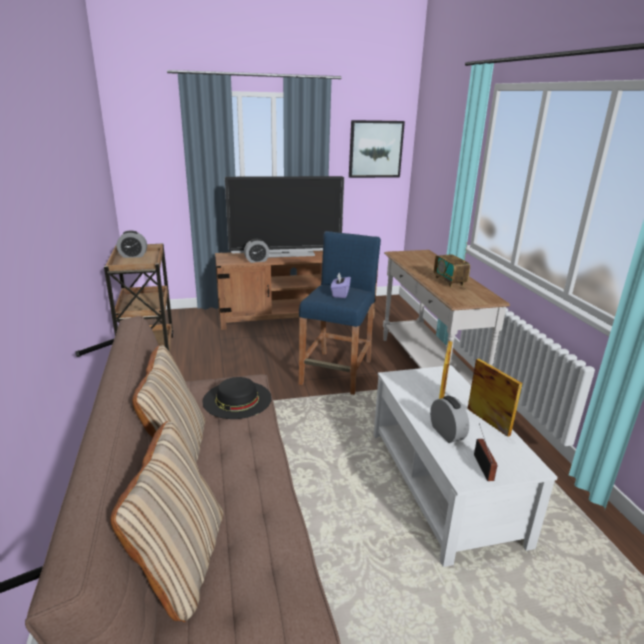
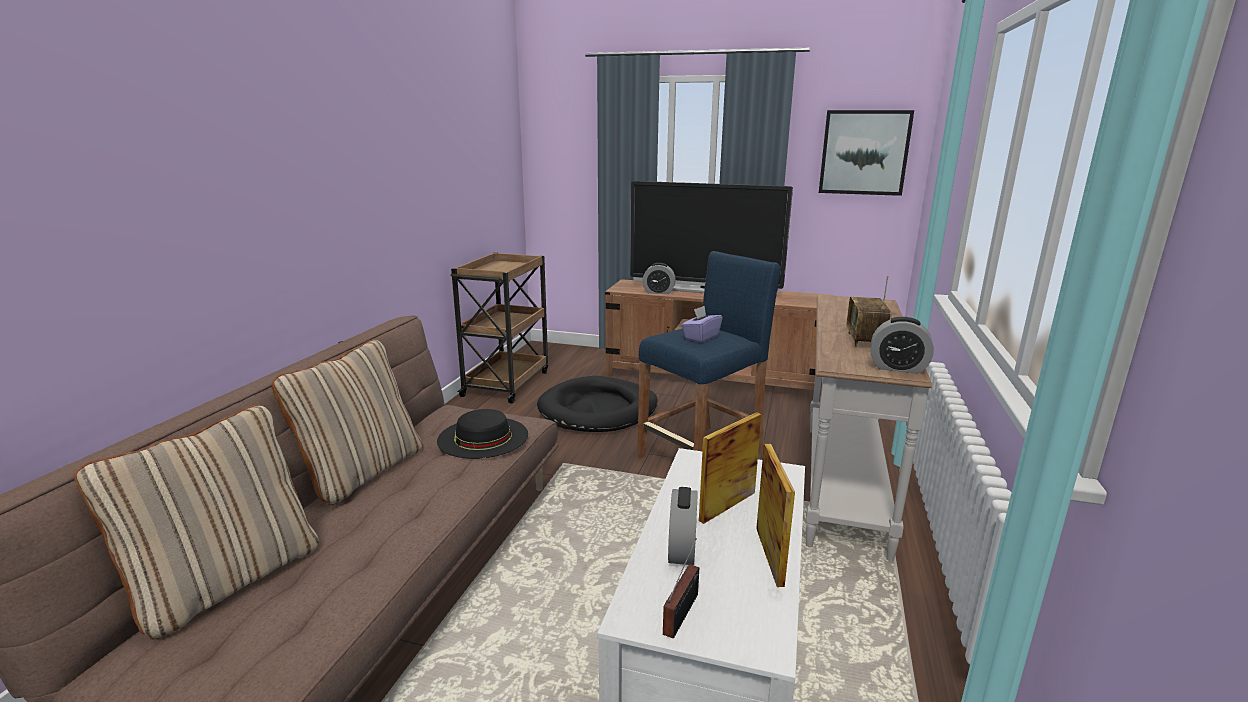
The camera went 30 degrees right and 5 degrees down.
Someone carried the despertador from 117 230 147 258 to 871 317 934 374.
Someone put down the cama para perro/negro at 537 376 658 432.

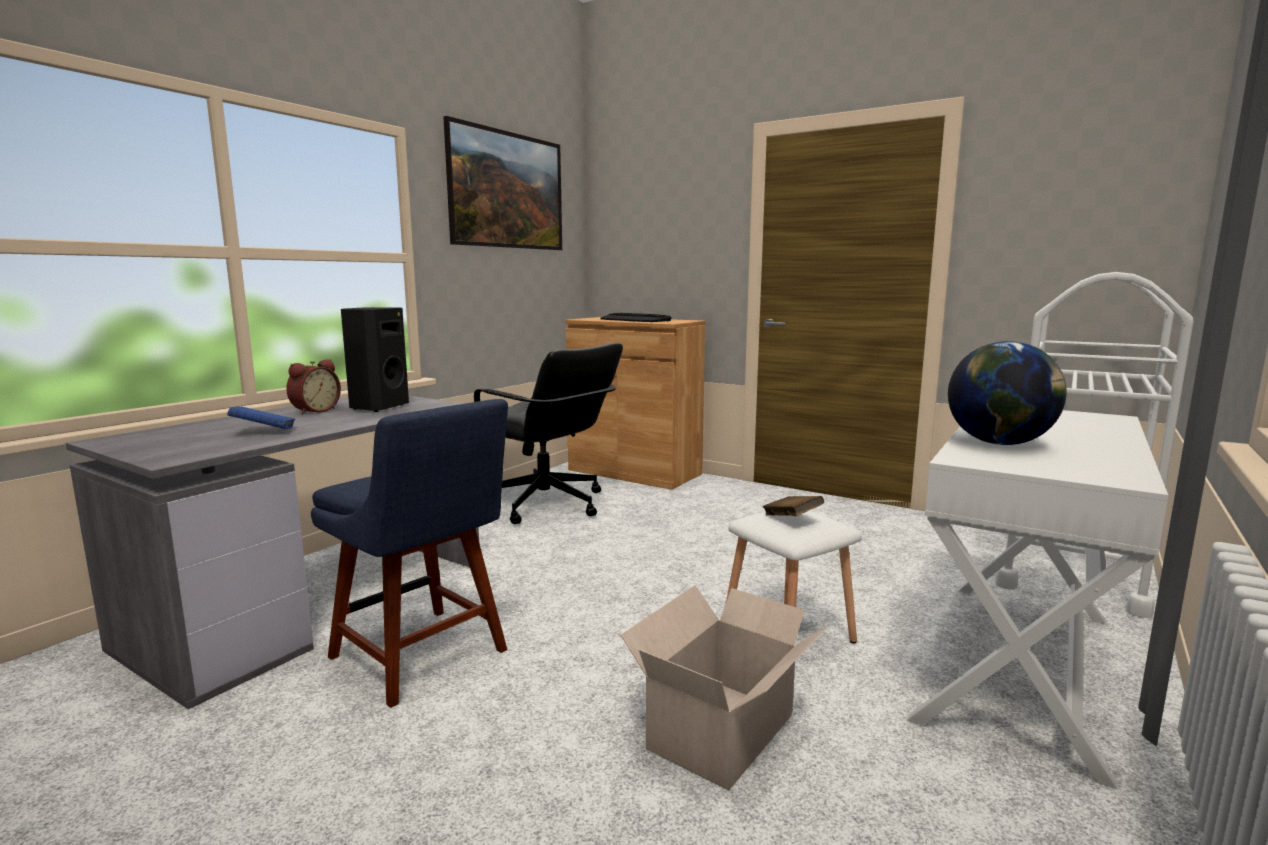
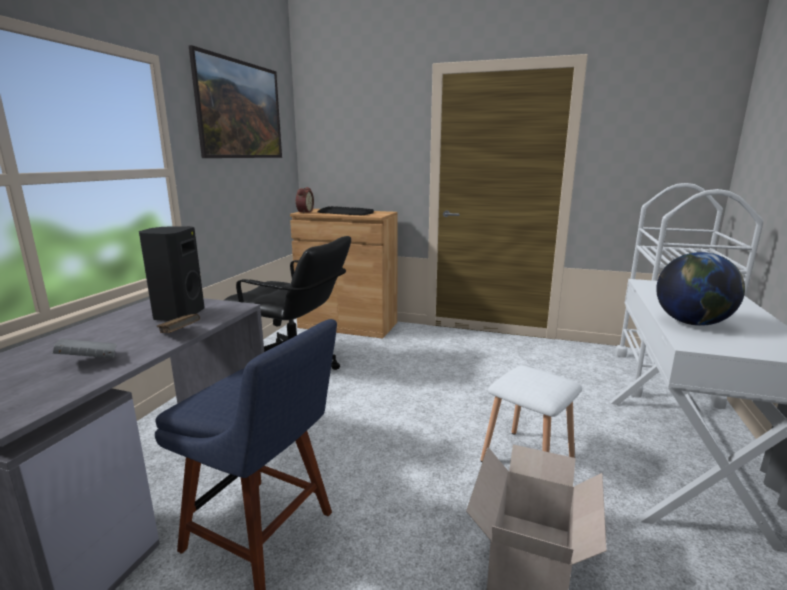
The camera went 15 degrees left and 5 degrees up.
Someone carried the despertador from 286 359 341 415 to 295 187 314 213.
Someone repainted the libro/azul at 227 407 295 429, which became the libro/gris at 53 339 117 358.
Someone carried the libro/marrón from 763 496 824 516 to 157 314 200 333.

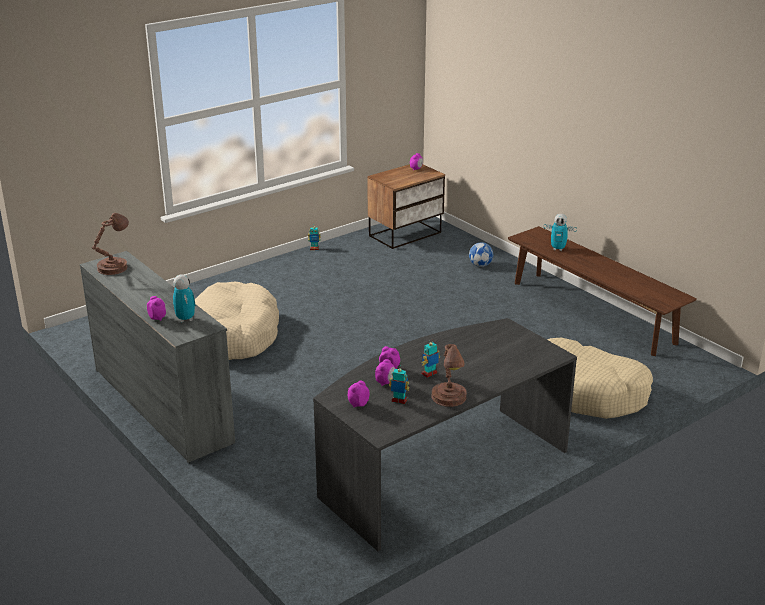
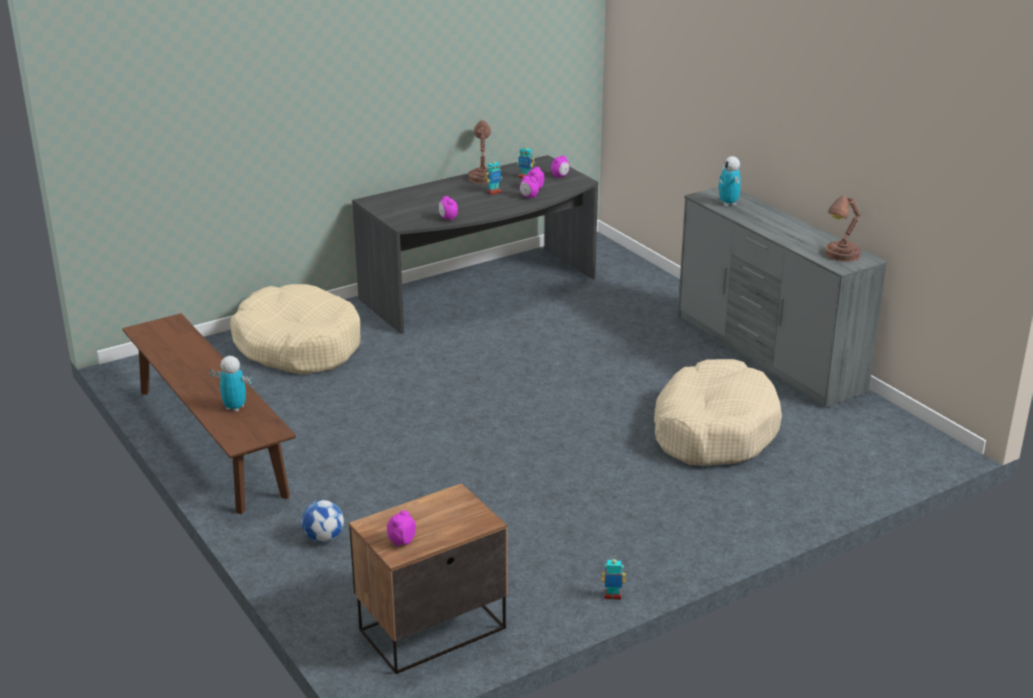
The camera went 175 degrees left and 0 degrees up.
Someone carried the despertador from 147 296 166 321 to 439 196 458 221.

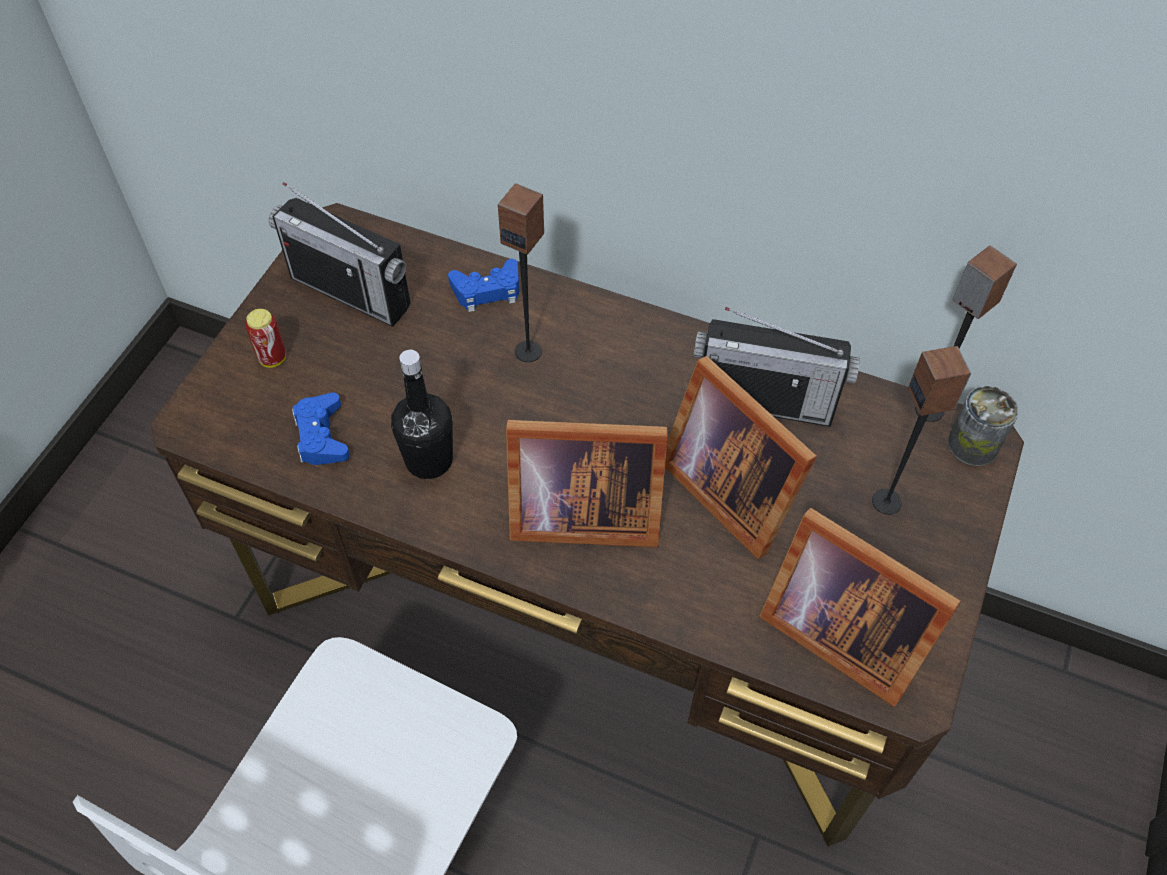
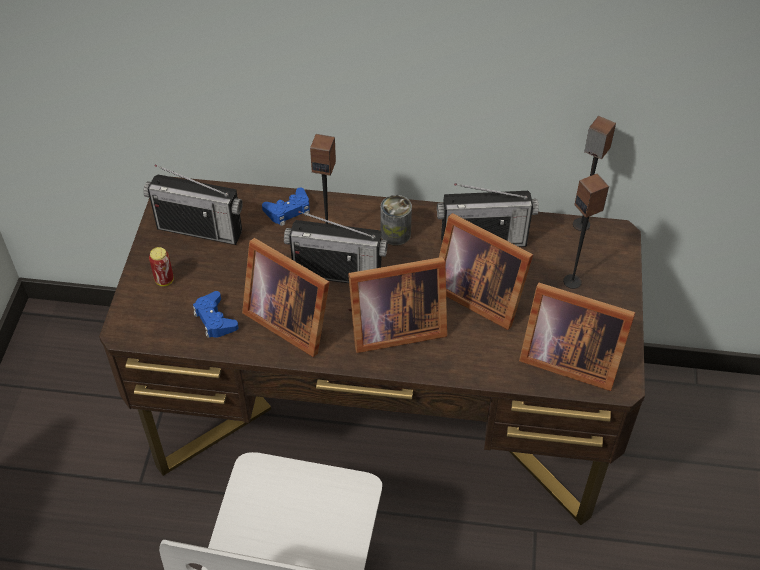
The camera went 15 degrees left and 5 degrees down.
Someone swapped the botella/negro at 391 350 453 479 for the portarretratos at 242 238 330 357.
Someone carried the lata from 948 386 1019 466 to 381 195 412 246.
Someone put down the radio at 284 211 388 283.

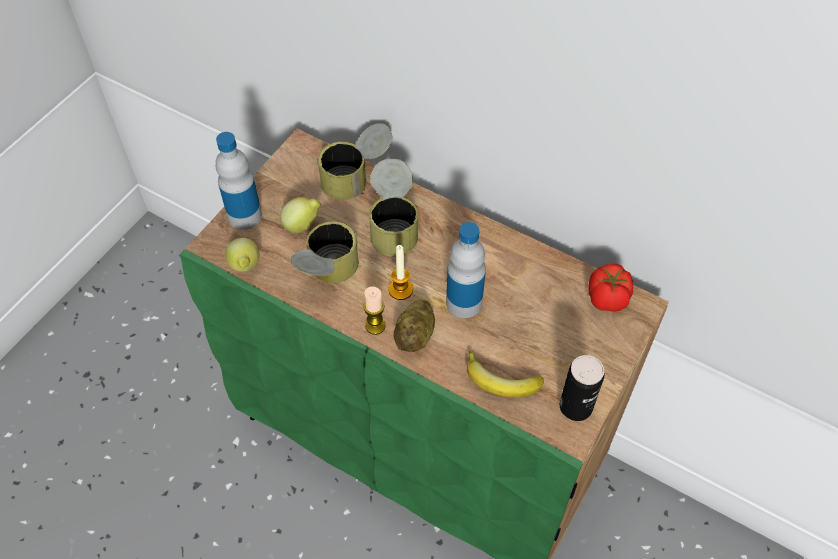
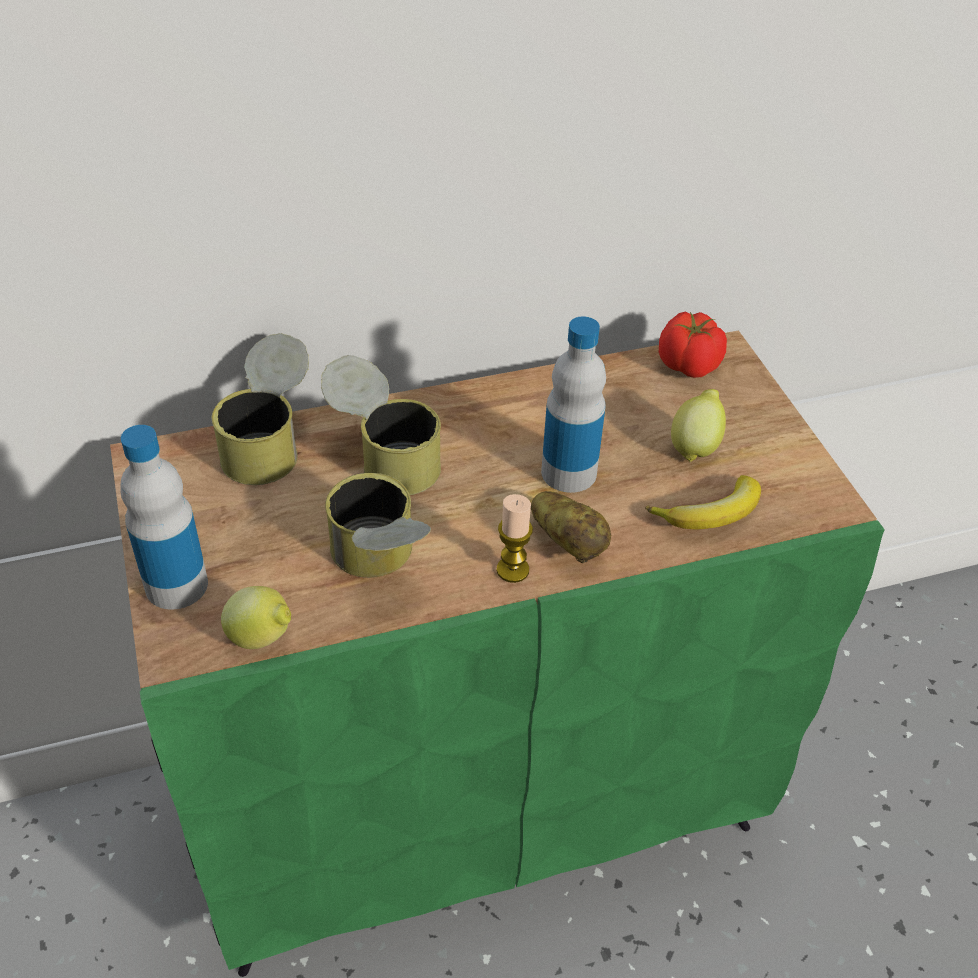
The camera went 50 degrees left and 10 degrees down.
Someone carried the limón from 280 197 321 233 to 671 389 726 462.
Someone took away the vela at 389 245 413 300.
Someone took away the lata at 560 355 604 421.

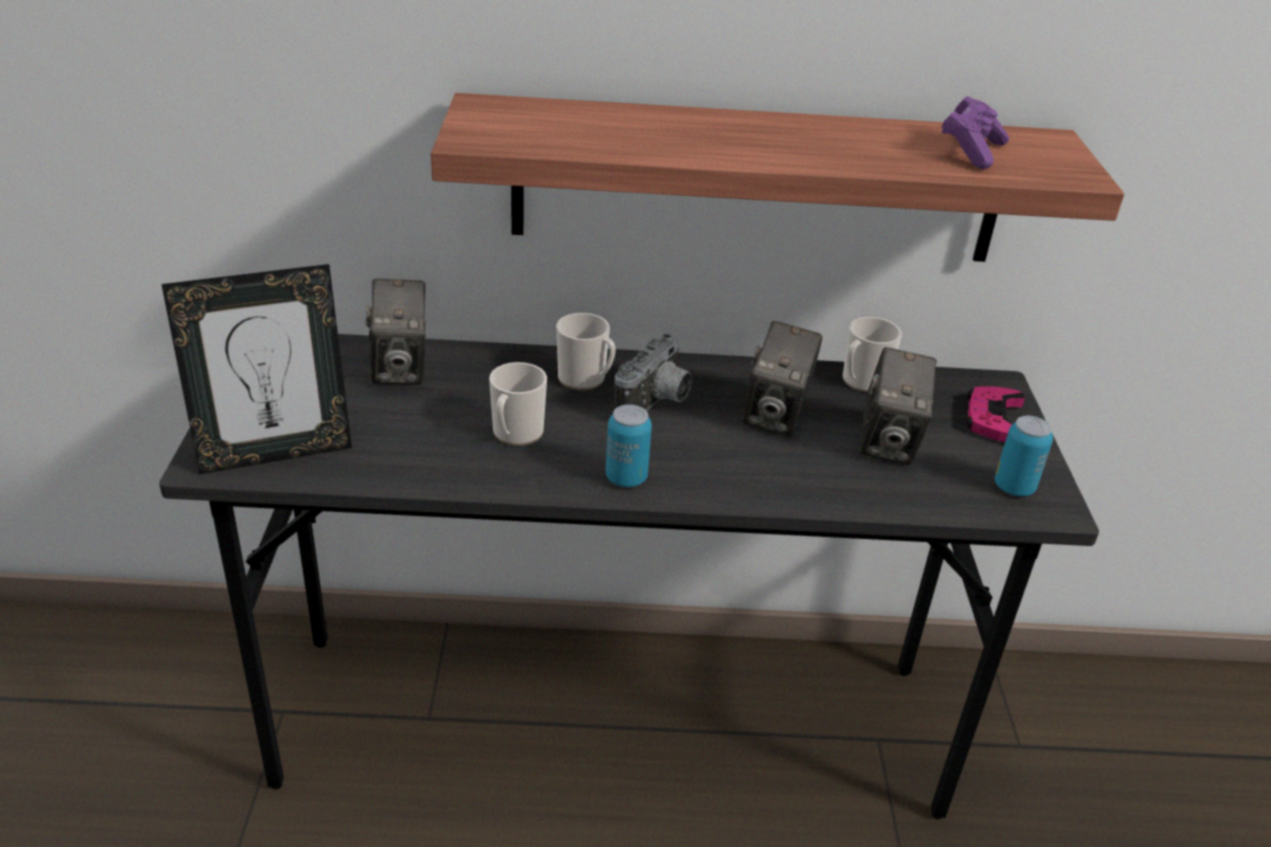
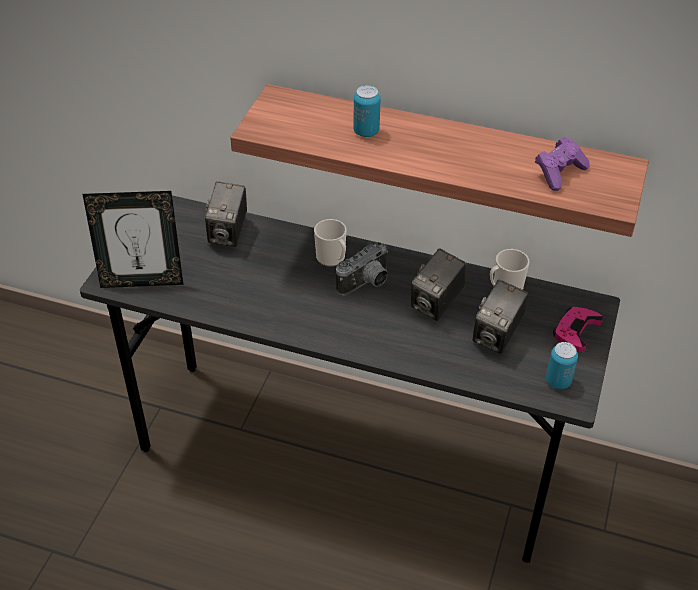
The camera went 20 degrees right and 10 degrees up.
Someone took away the taza grande at 489 362 547 446.
Someone carried the lata from 605 404 652 487 to 353 85 380 137.

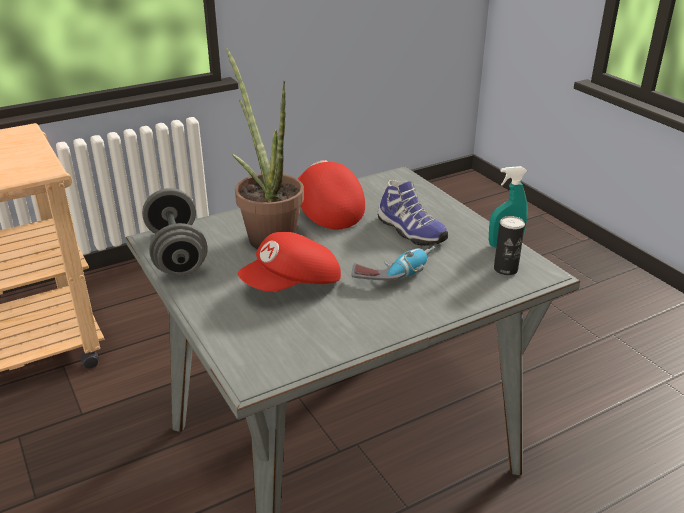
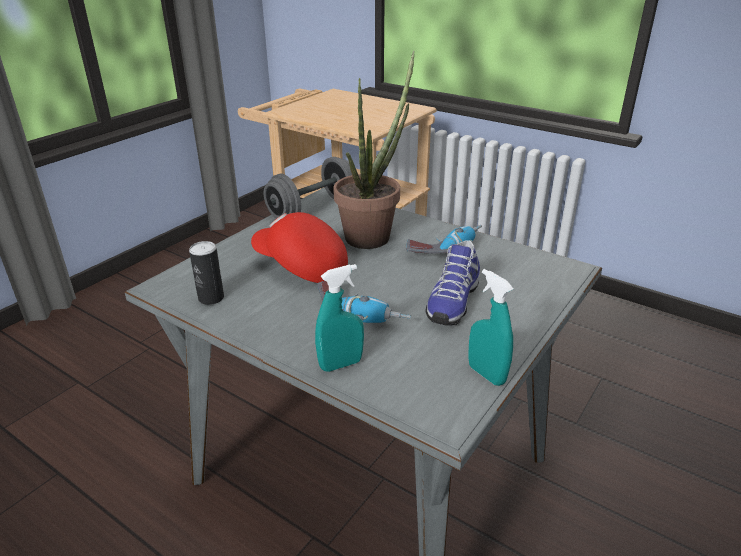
The camera went 65 degrees right and 0 degrees up.
Someone swapped the gorra/rojo at 298 160 365 229 for the taladro at 406 225 482 254.
Someone carried the lata from 494 216 525 275 to 189 241 224 305.
Someone put down the pulverizador/turquesa at 315 264 364 372.

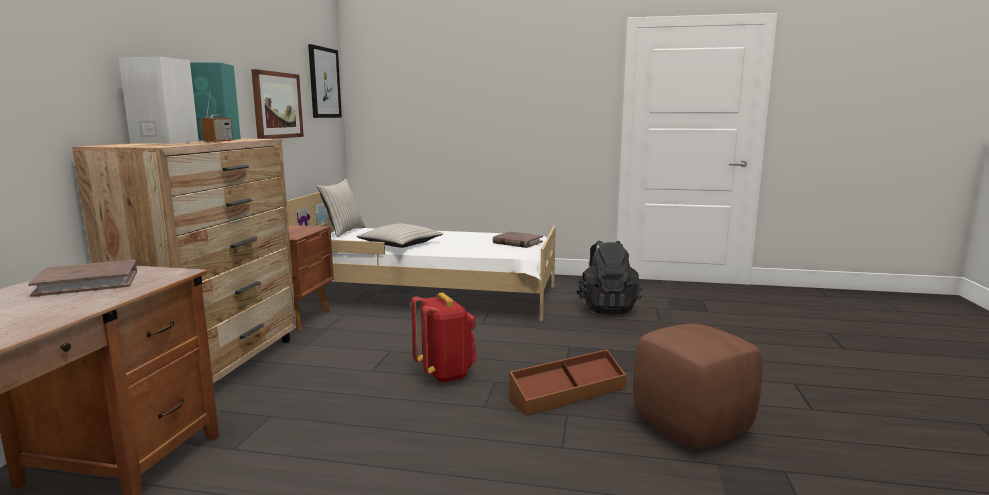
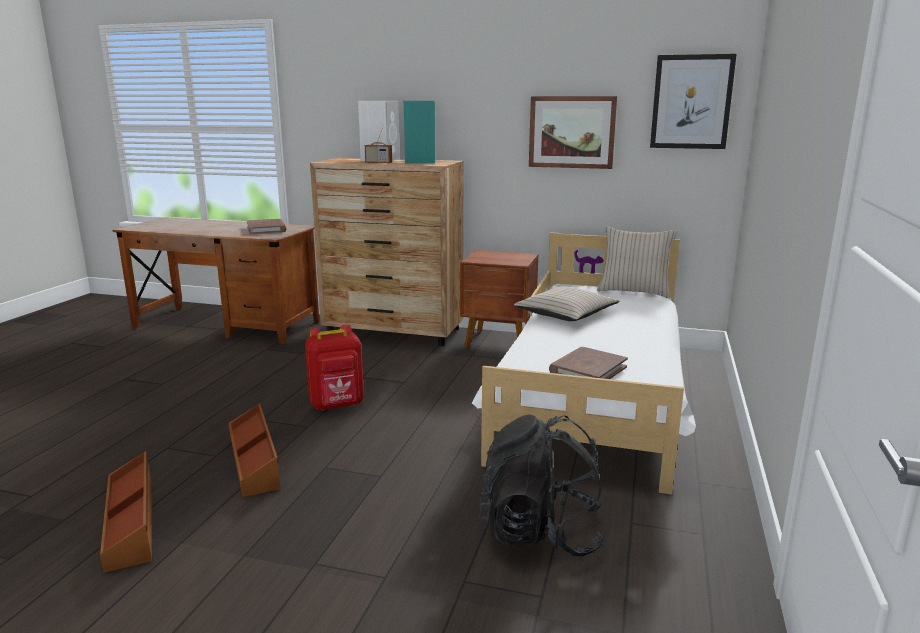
The camera went 95 degrees right and 5 degrees up.
Someone swapped the puf/marrón at 633 323 763 448 for the caja de almacenaje/marrón at 100 451 152 573.

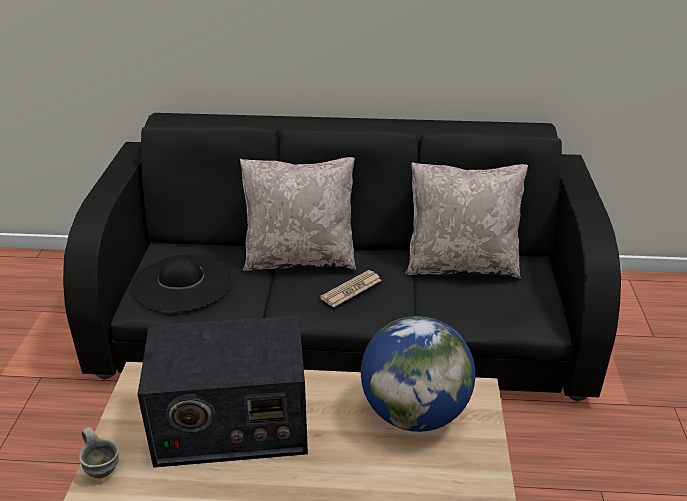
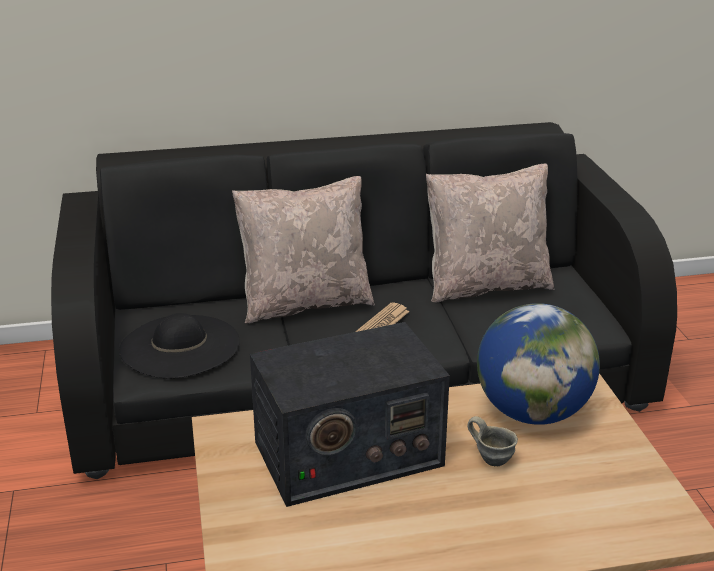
The camera went 15 degrees left and 5 degrees down.
Someone carried the taza grande/gris from 79 427 119 479 to 467 416 518 466.

